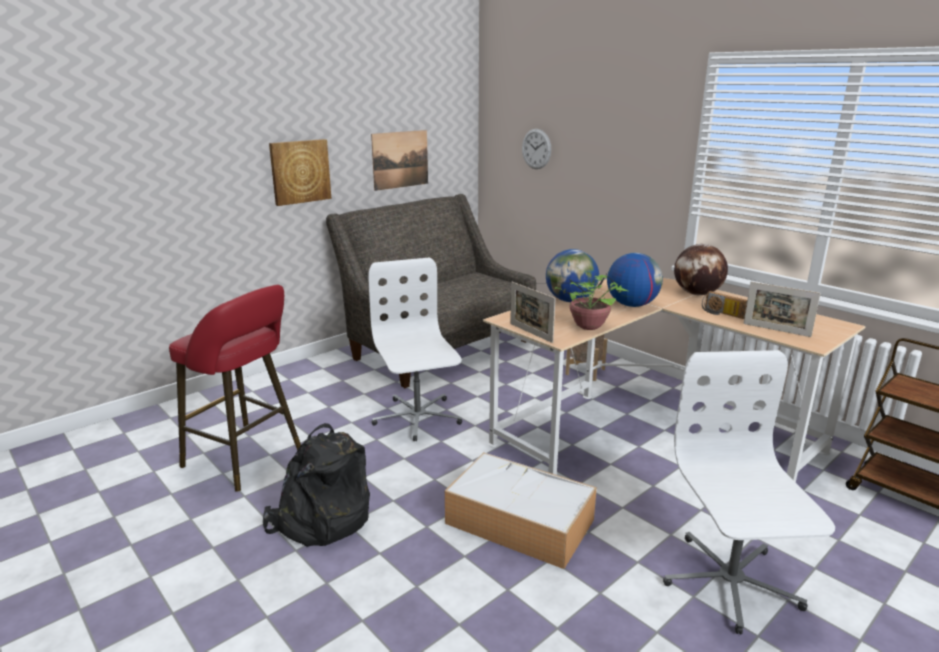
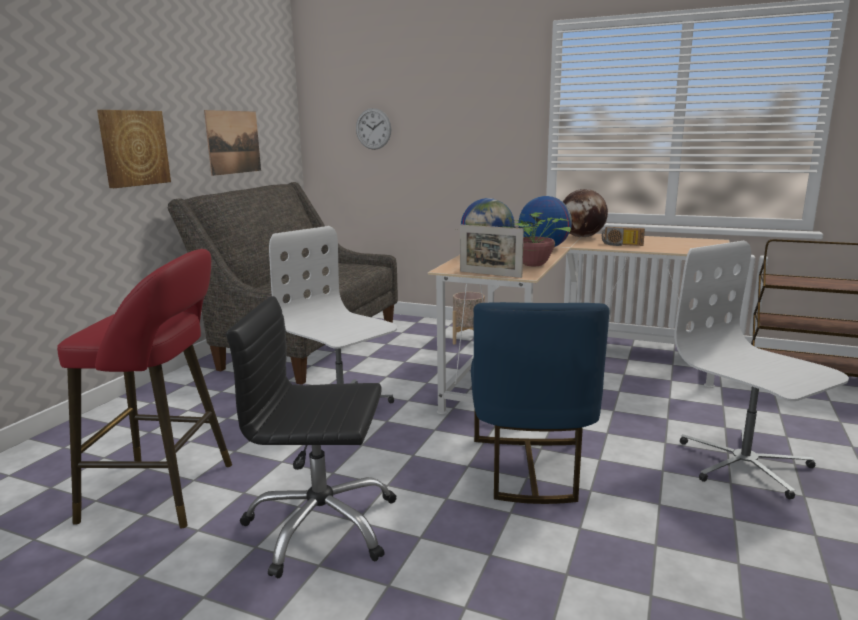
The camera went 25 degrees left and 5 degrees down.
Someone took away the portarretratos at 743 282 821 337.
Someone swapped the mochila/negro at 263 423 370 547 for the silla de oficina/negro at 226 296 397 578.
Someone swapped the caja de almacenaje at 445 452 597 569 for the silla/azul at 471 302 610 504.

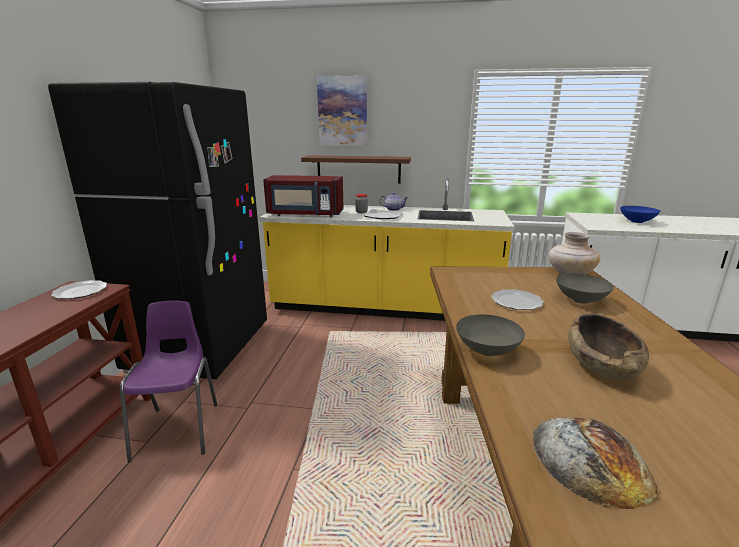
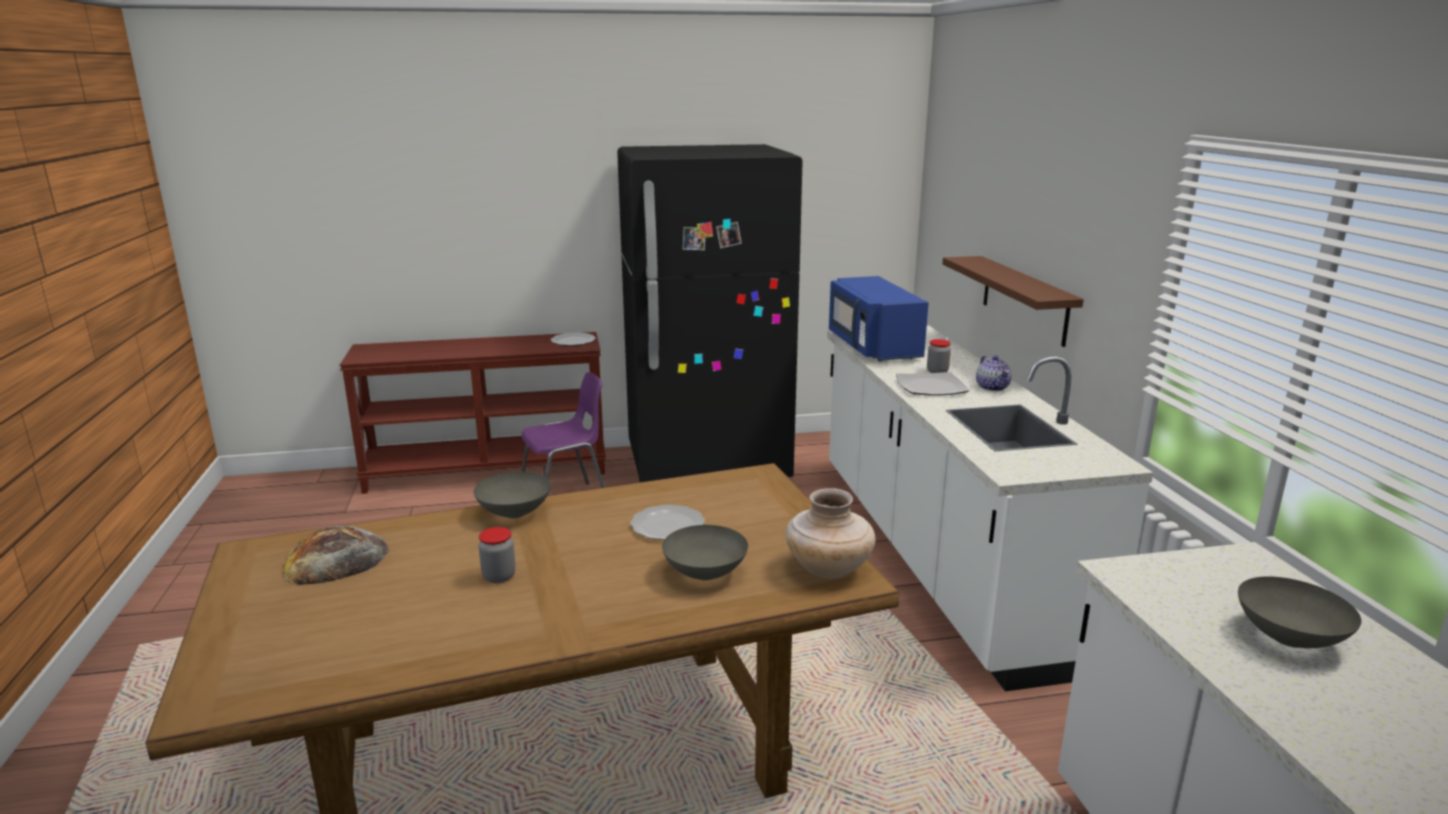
The camera went 70 degrees right and 0 degrees up.
Someone took away the cuadro at 317 75 367 146.
Someone repainted the microondas/rojo at 263 175 344 217, which became the microondas/azul at 829 276 929 361.
Someone repainted the mueble bajo de cocina/amarillo at 259 178 515 321, which became the mueble bajo de cocina/blanco at 827 325 1153 691.
Someone repainted the cuenco/azul at 620 206 660 223, which became the cuenco/gris at 1238 576 1361 648.
Someone swapped the cuenco/marrón at 568 313 649 380 for the tarro at 479 527 516 583.

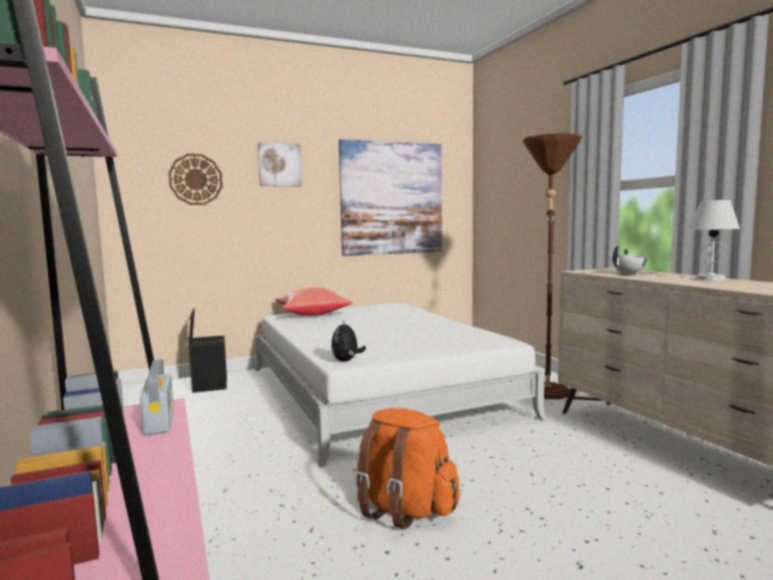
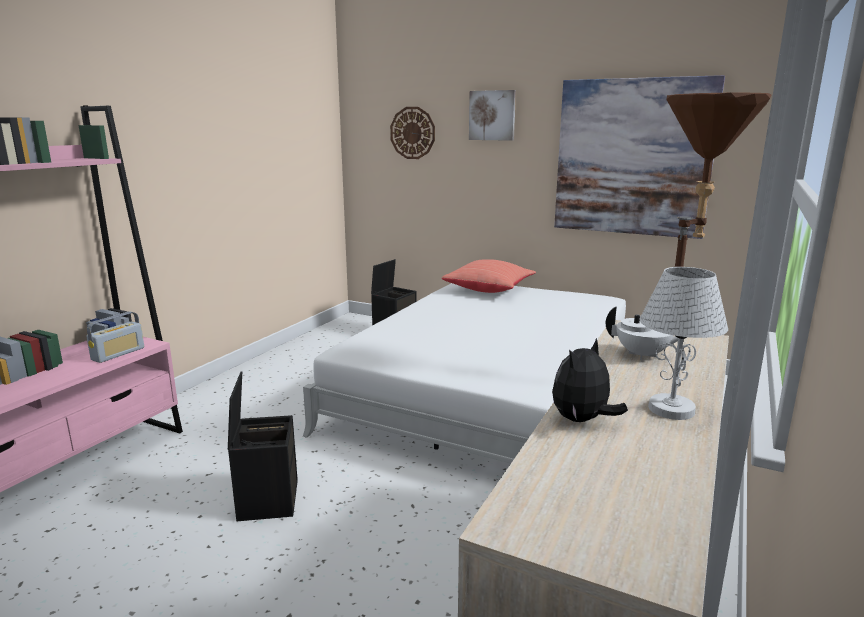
The camera went 50 degrees right and 10 degrees up.
Someone carried the peluche from 331 320 366 362 to 552 338 628 422.
Someone swapped the mochila/naranja at 355 408 460 529 for the caja de almacenaje/negro at 228 371 298 521.

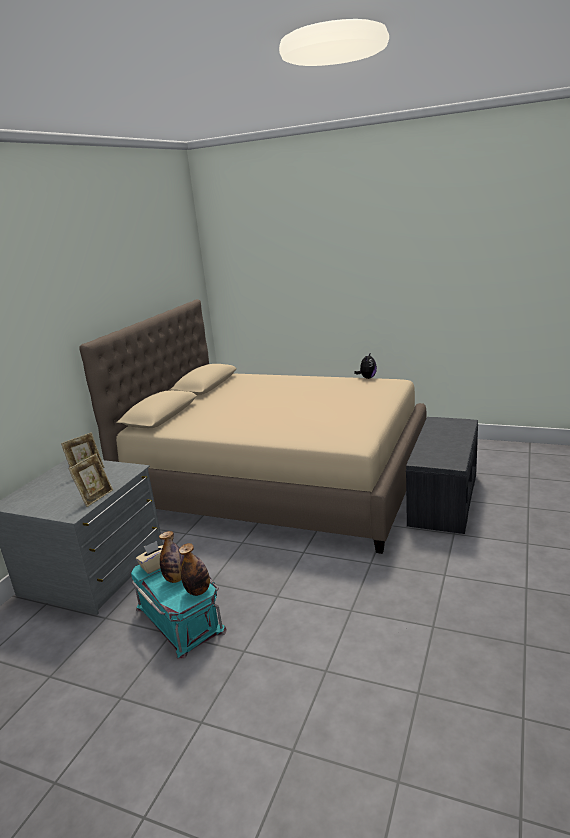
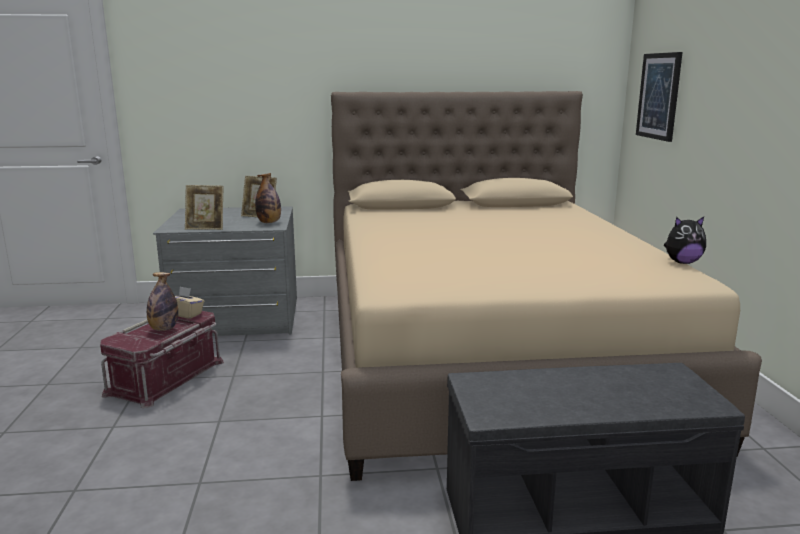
The camera went 60 degrees right and 5 degrees down.
Someone carried the botella from 179 543 210 596 to 255 173 281 223.
Someone repainted the caja de almacenaje/turquesa at 131 565 227 659, which became the caja de almacenaje/rojo at 100 311 224 408.
Someone put up the cuadro at 636 52 683 142.

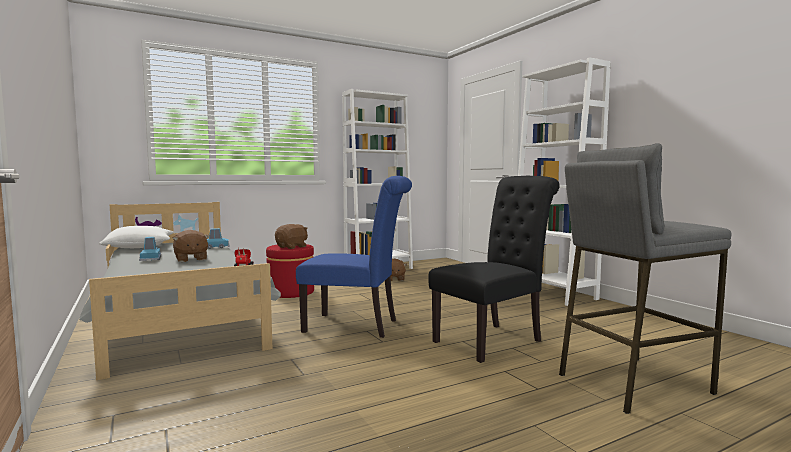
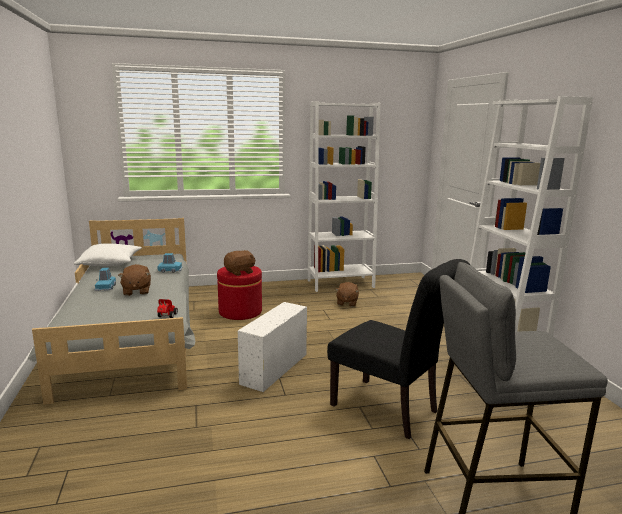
The camera went 15 degrees right and 10 degrees up.
Someone swapped the silla/azul at 296 176 412 338 for the caja de almacenaje/blanco at 238 302 307 392.
Someone rotated the silla/negro at 428 176 560 363 by 60 degrees clockwise.

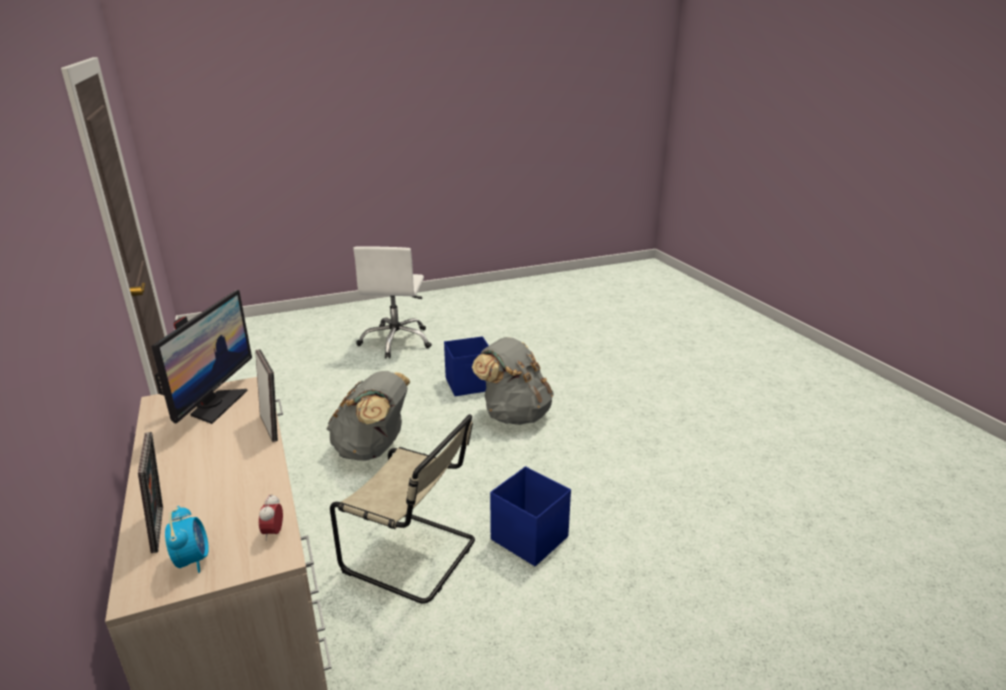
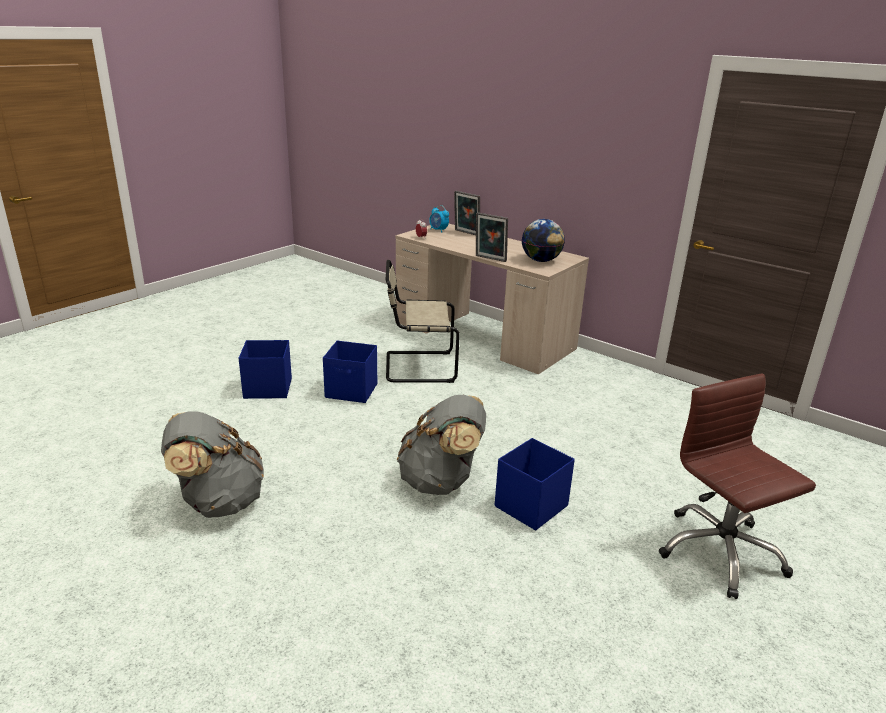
The camera went 150 degrees right and 0 degrees up.
Someone repainted the silla de oficina/blanco at 353 246 432 359, which became the silla de oficina/marrón at 659 373 816 599.
Someone swapped the monitor at 151 290 252 424 for the globo terráqueo at 522 219 565 262.
Someone carried the mochila/gris from 327 371 410 461 to 161 411 264 518.
Someone put down the caja de almacenaje/azul at 239 340 292 399.

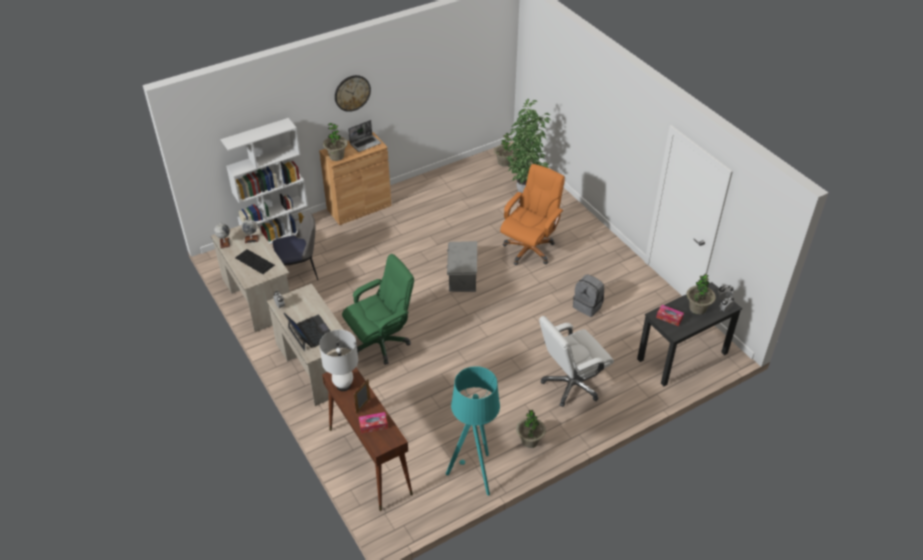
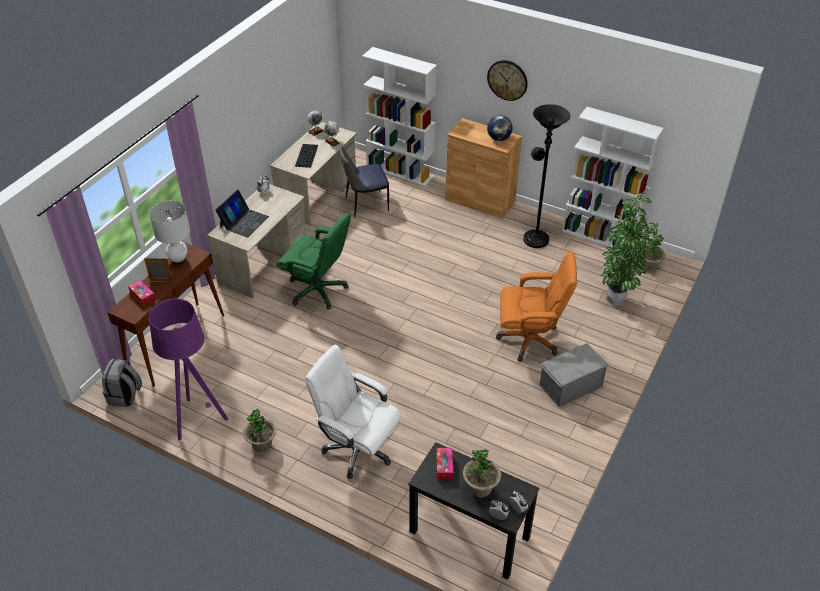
The camera went 60 degrees right and 0 degrees up.
Someone swapped the portátil at 348 120 381 152 for the globo terráqueo at 487 115 513 141.
Someone took away the planta en maceta at 323 123 348 161.
Someone rotated the silla at 272 211 318 280 by 120 degrees clockwise.
Someone carried the caja de almacenaje/gris from 447 241 477 292 to 540 343 609 407.
Someone carried the mochila/gris from 573 275 604 317 to 102 359 142 407.
Someone repainted the lámpara de pie/turquesa at 446 366 500 496, which became the lámpara de pie/morado at 149 299 228 440.
Someone put down the lámpara de pie/negro at 523 104 571 248.
Someone put down the estantería/blanco at 562 107 664 248.

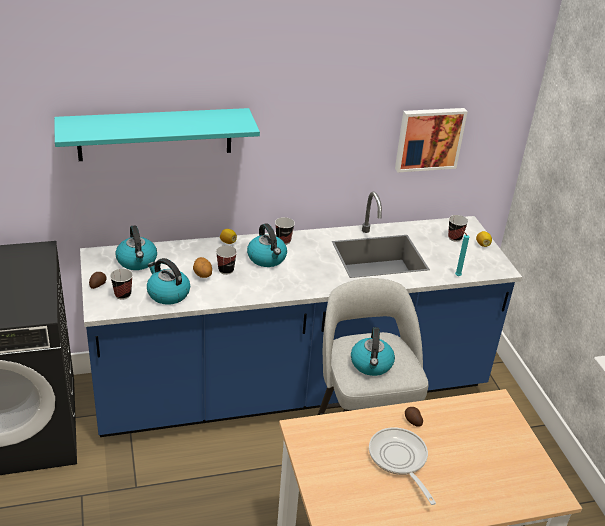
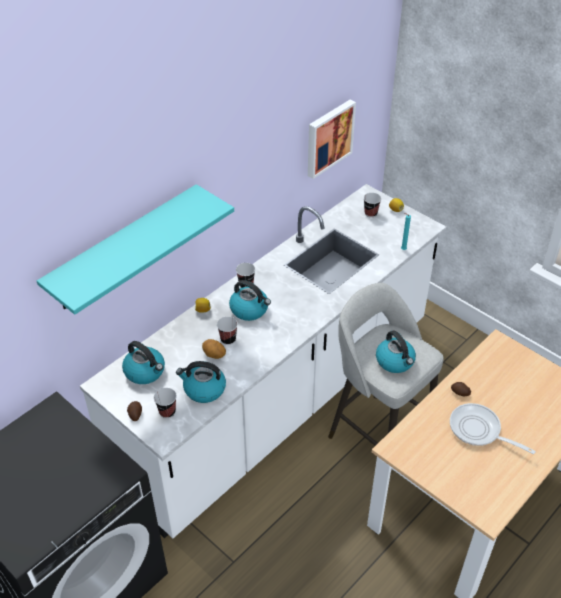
The camera went 30 degrees left and 10 degrees up.
Someone repainted the mueble bajo de cocina/azul at 80 192 522 437, which became the mueble bajo de cocina/blanco at 80 184 446 538.

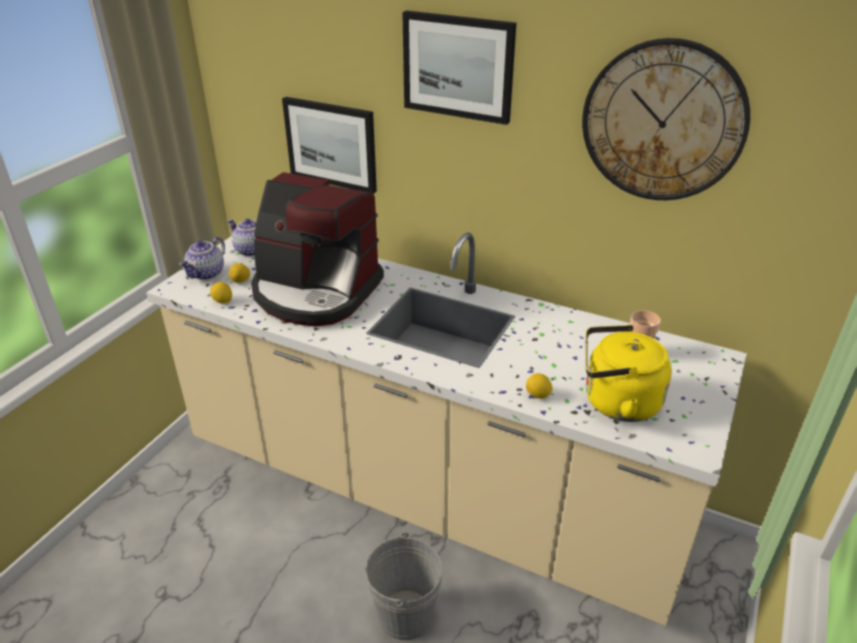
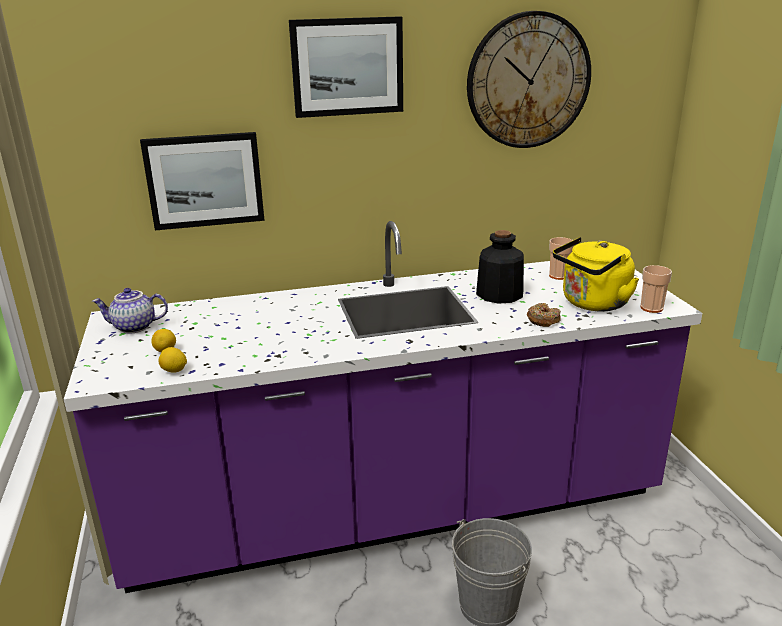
The camera went 40 degrees left and 10 degrees down.
Someone took away the cafetera at 251 172 384 326.
Someone repainted the mueble bajo de cocina/beis at 146 232 747 626, which became the mueble bajo de cocina/morado at 64 221 702 593.
Someone took away the tetera at 179 237 225 280.
Someone swapped the limón at 526 373 553 399 for the rosquilla at 527 303 561 327.
Someone put down the botella at 476 230 524 304.
Someone put down the taza at 640 265 672 313.

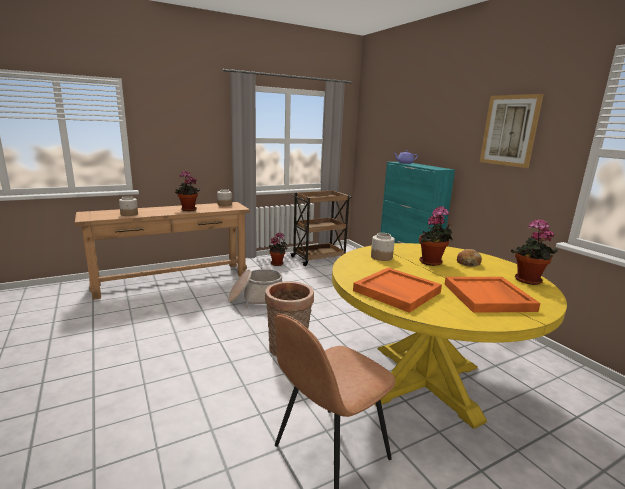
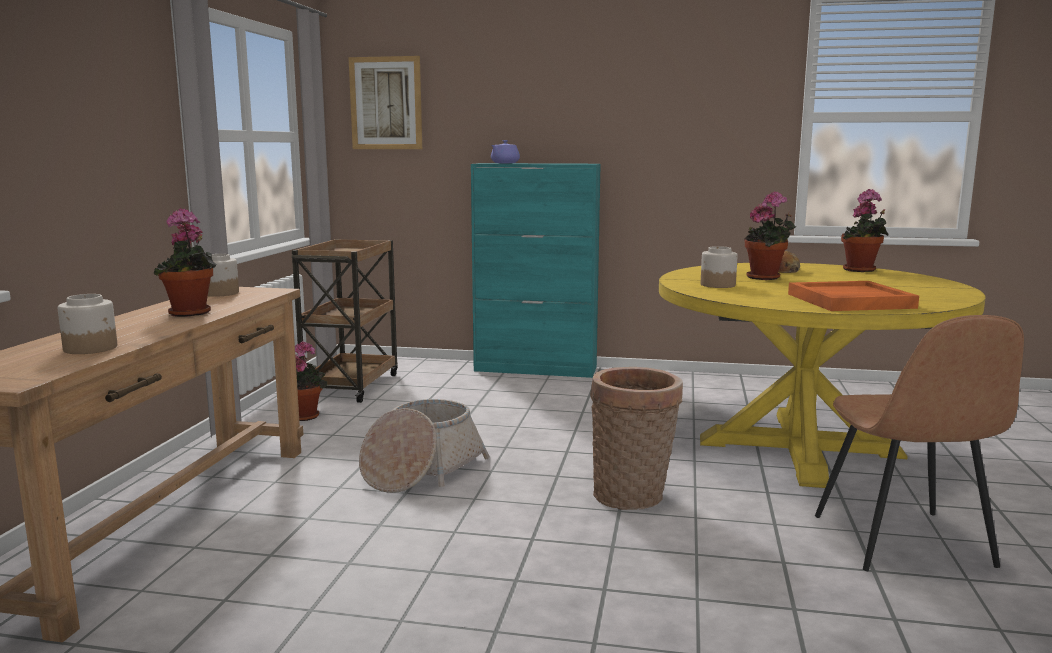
The camera went 50 degrees left and 5 degrees down.
Someone carried the cuadro from 480 94 544 168 to 348 56 422 149.
Someone took away the bandeja/naranja at 444 277 540 313.

